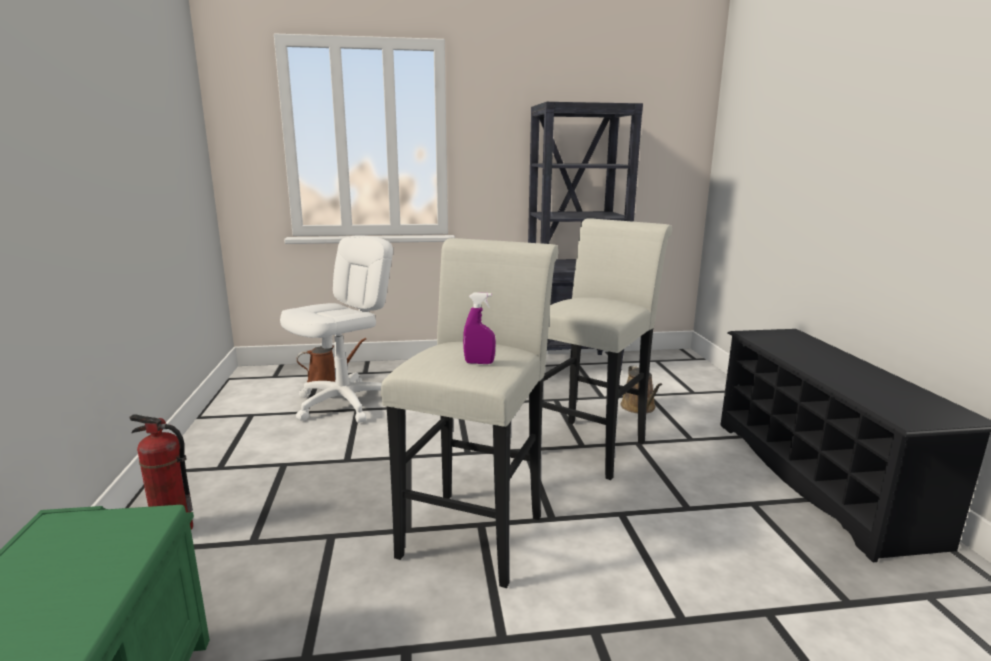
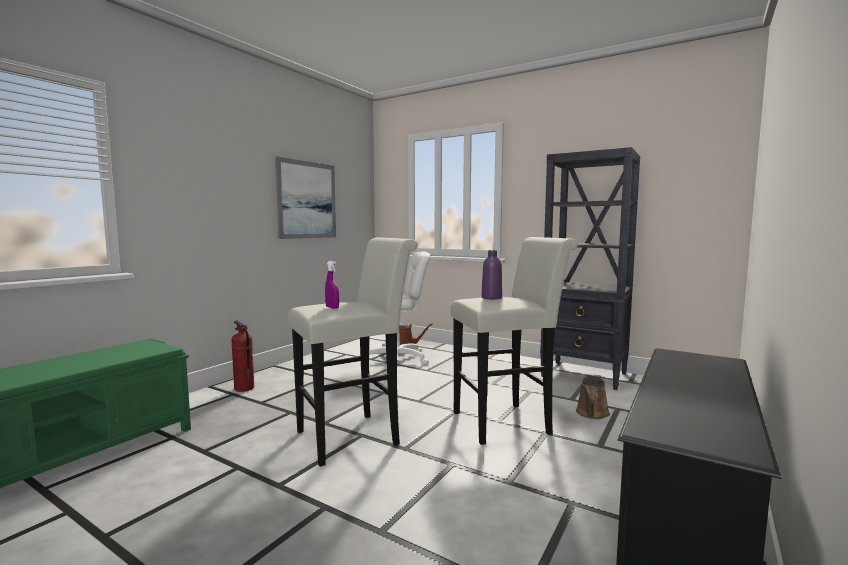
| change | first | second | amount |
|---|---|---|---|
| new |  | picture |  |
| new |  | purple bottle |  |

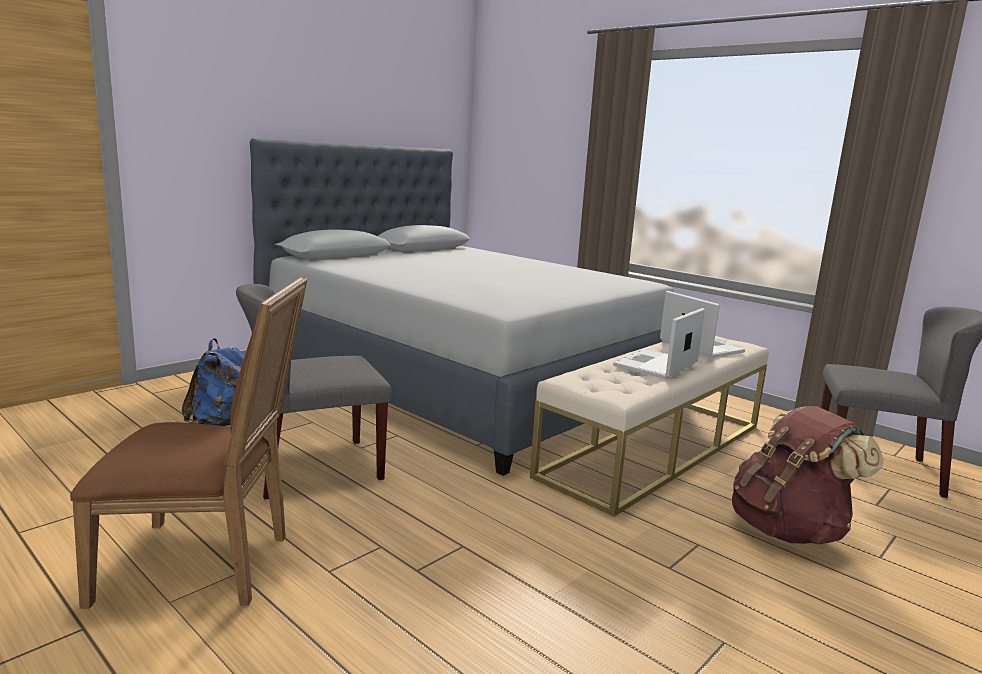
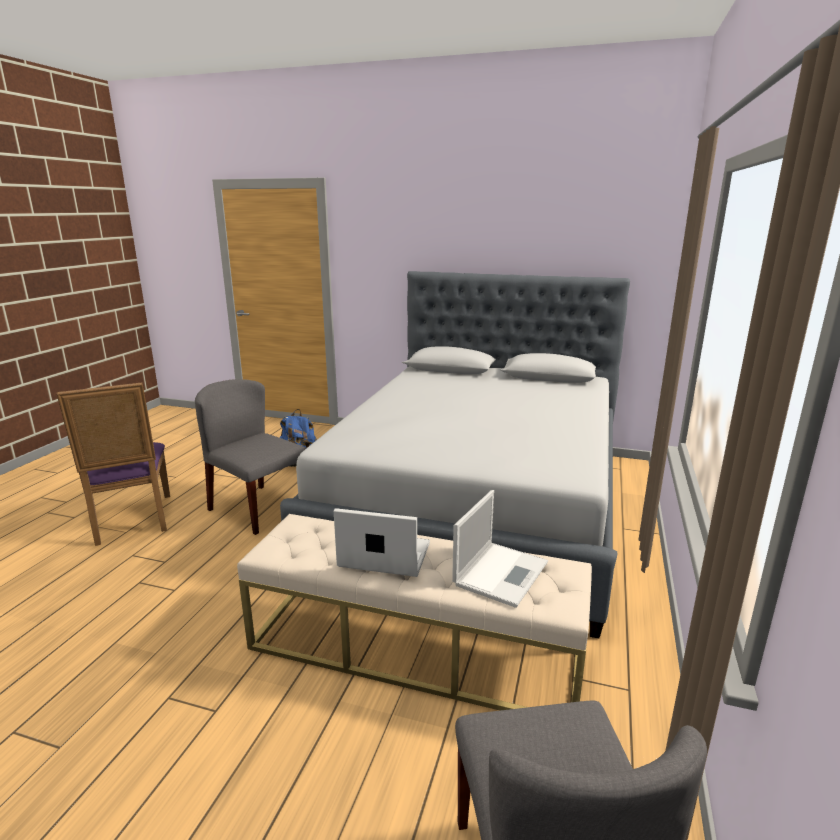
| change | first | second | amount |
|---|---|---|---|
| repainted | brown chair | purple chair |  |
| gone | brown backpack |  |  |

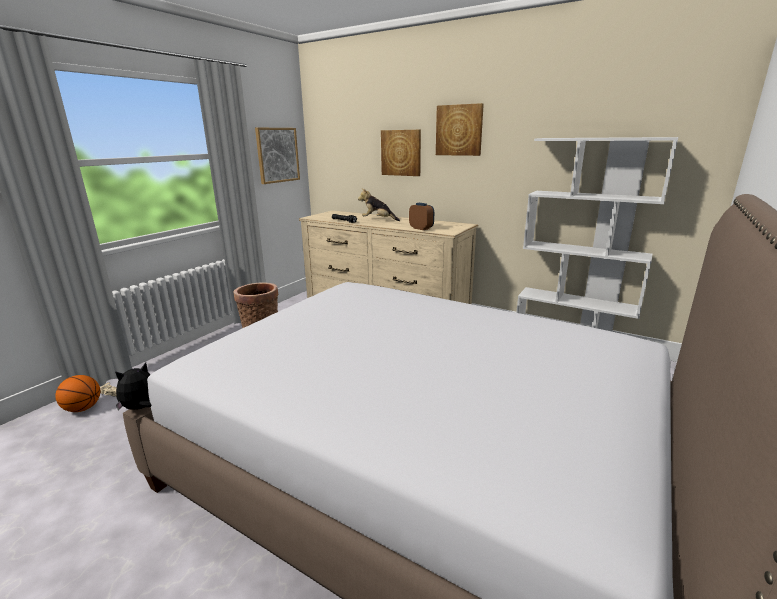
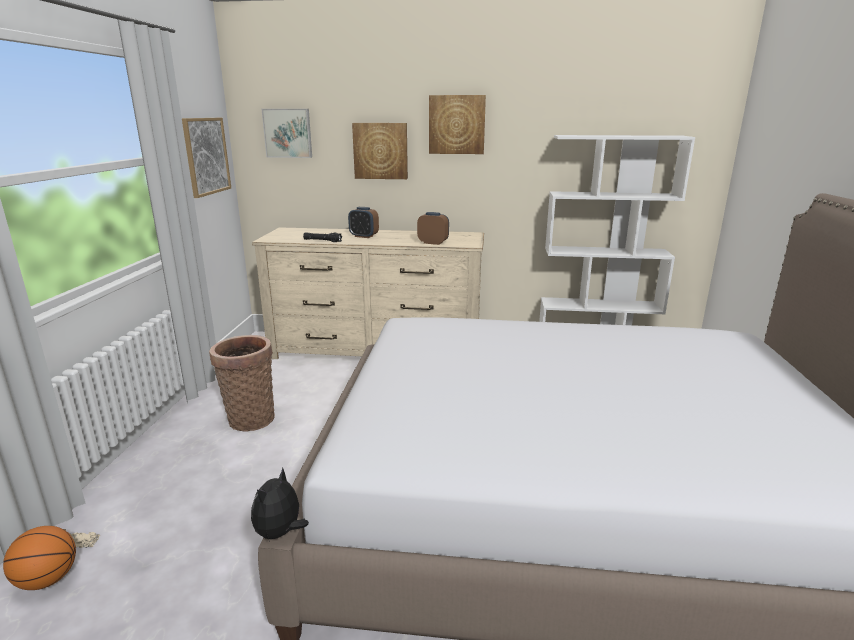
| change | first | second | amount |
|---|---|---|---|
| new |  | picture (no. 2 from left) |  |
| swapped | plush toy (no. 2 from left) | alarm clock (no. 1 from left) |  |

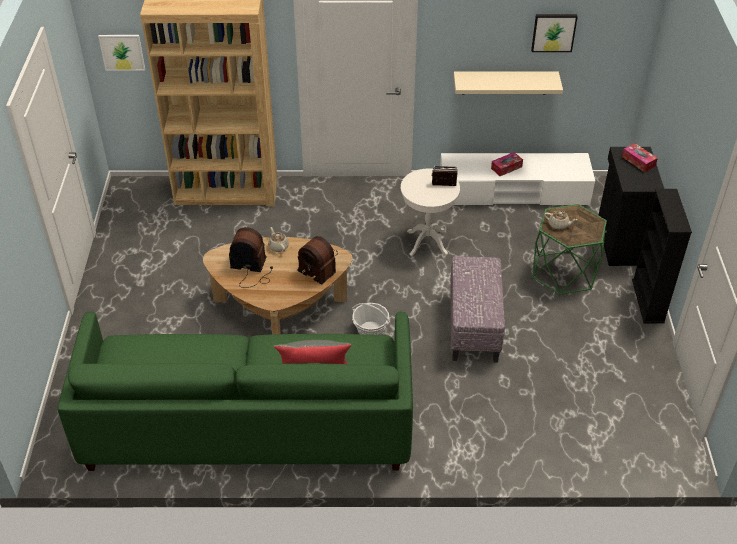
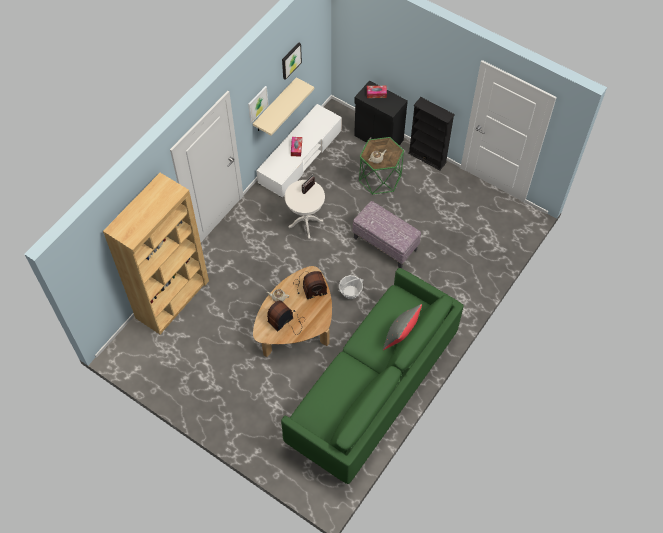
| change | first | second | amount |
|---|---|---|---|
| shifted | picture (no. 1 from left) |  |  |

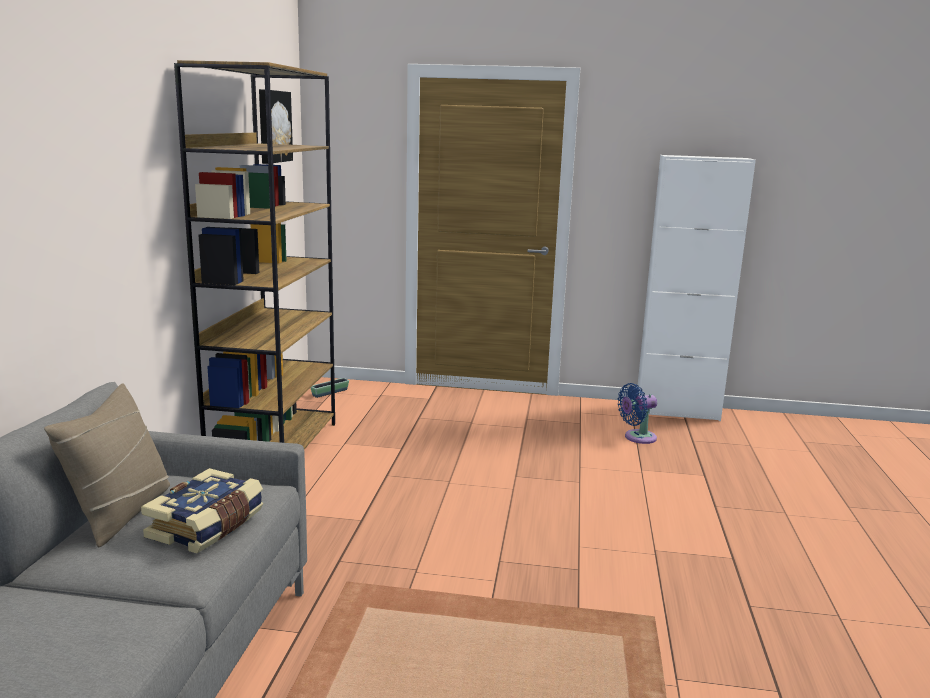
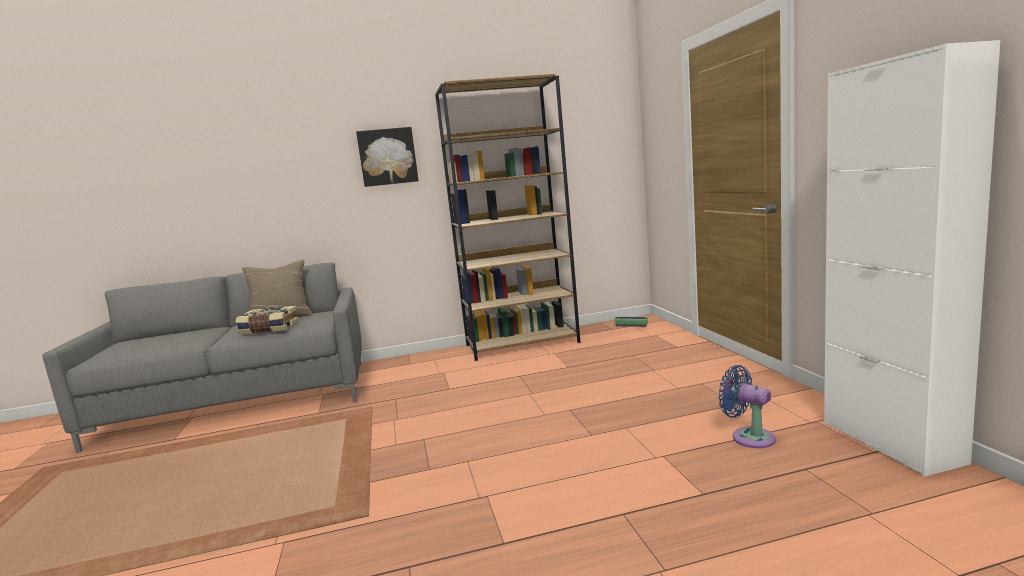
| change | first | second | amount |
|---|---|---|---|
| shifted | picture |  |  |

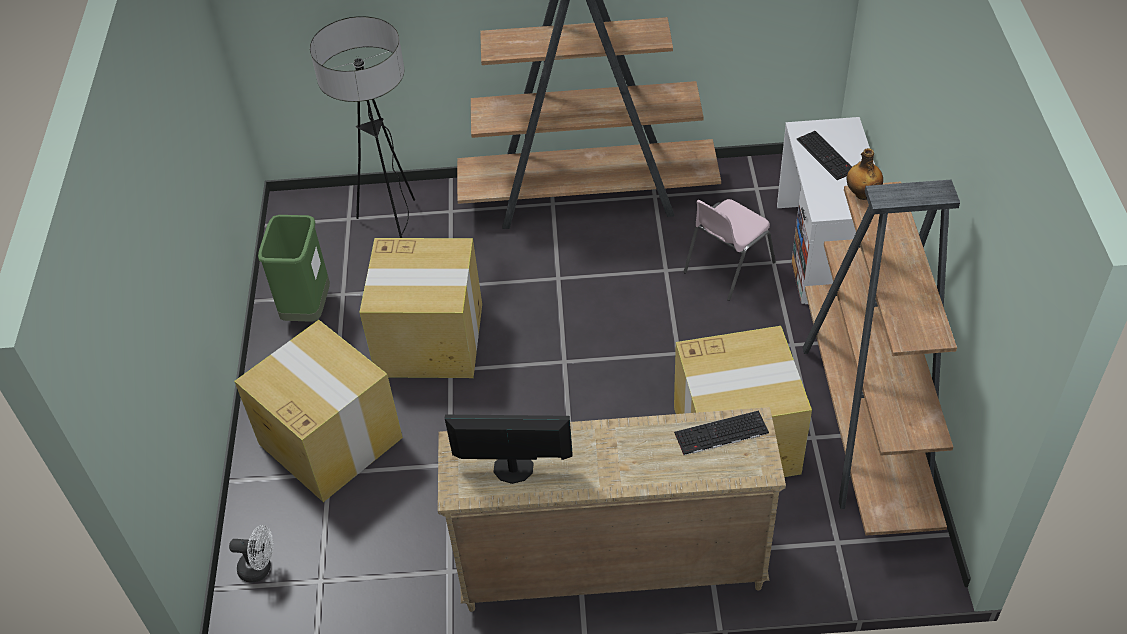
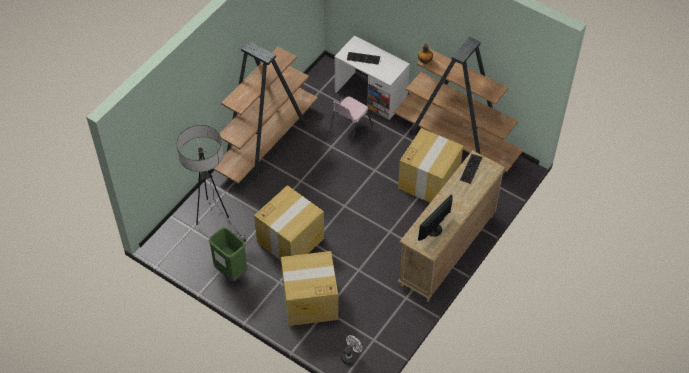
| change | first | second | amount |
|---|---|---|---|
| rotated | pink chair |  | 45 degrees clockwise |

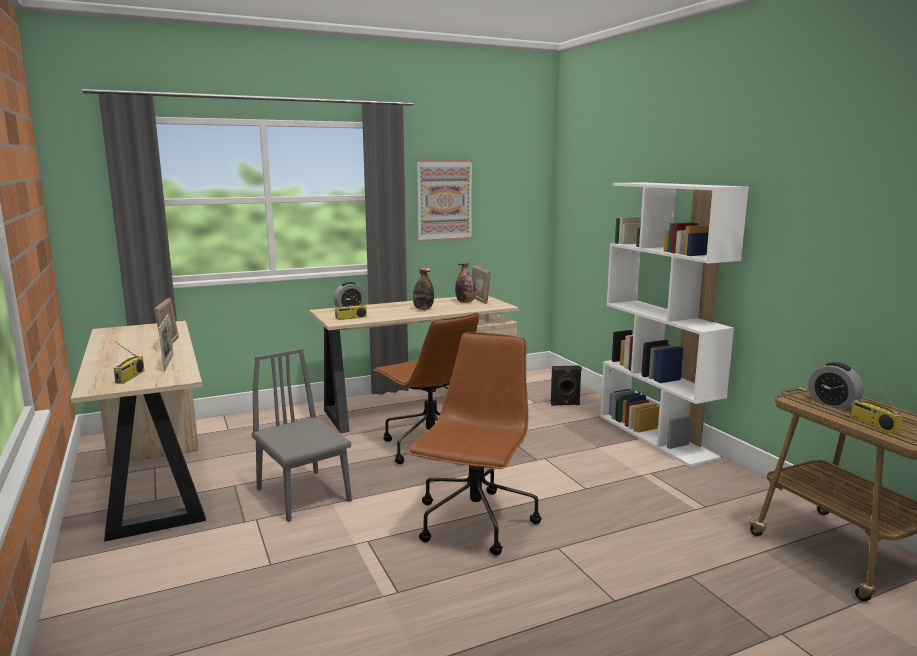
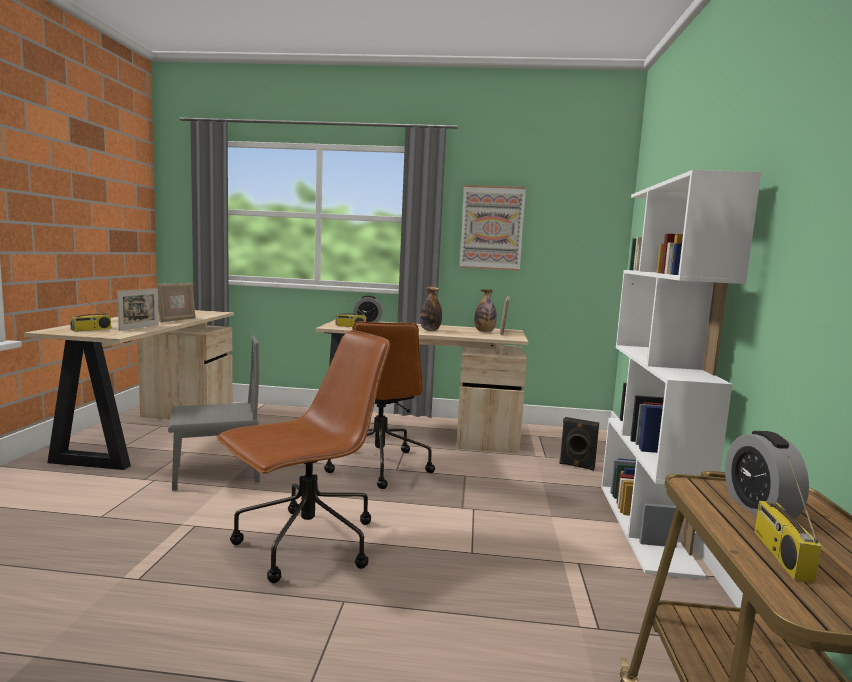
| change | first | second | amount |
|---|---|---|---|
| rotated | grey chair |  | 75 degrees clockwise |

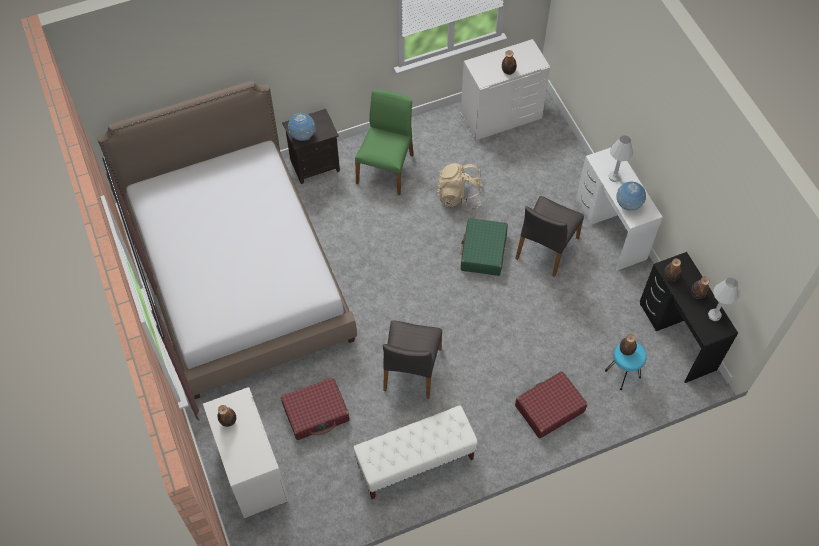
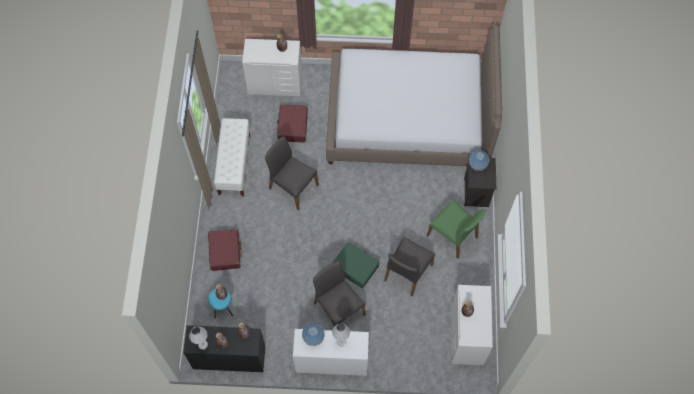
| change | first | second | amount |
|---|---|---|---|
| swapped | beige backpack | grey chair (no. 3 from left) |  |

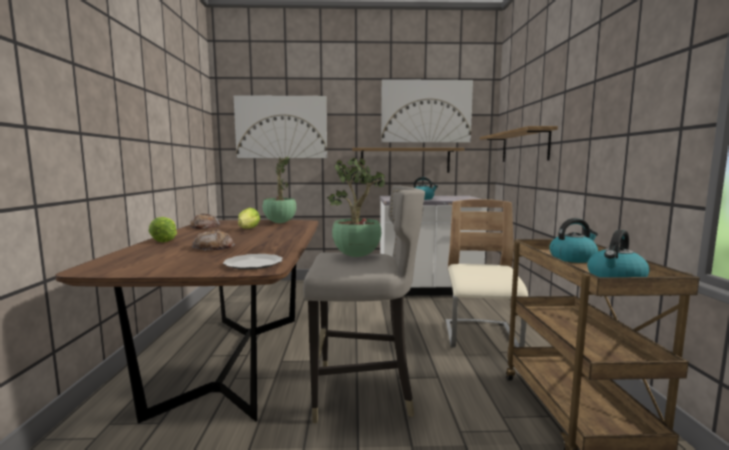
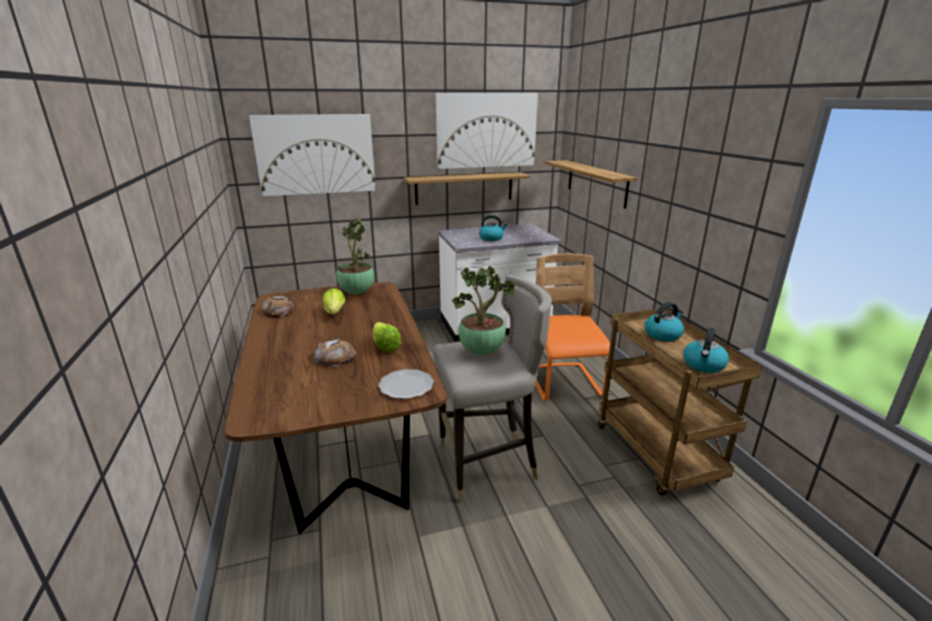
| change | first | second | amount |
|---|---|---|---|
| shifted | lettuce (no. 1 from left in the first image) | lettuce (no. 2 from left) |  |
| repainted | beige chair | orange chair |  |

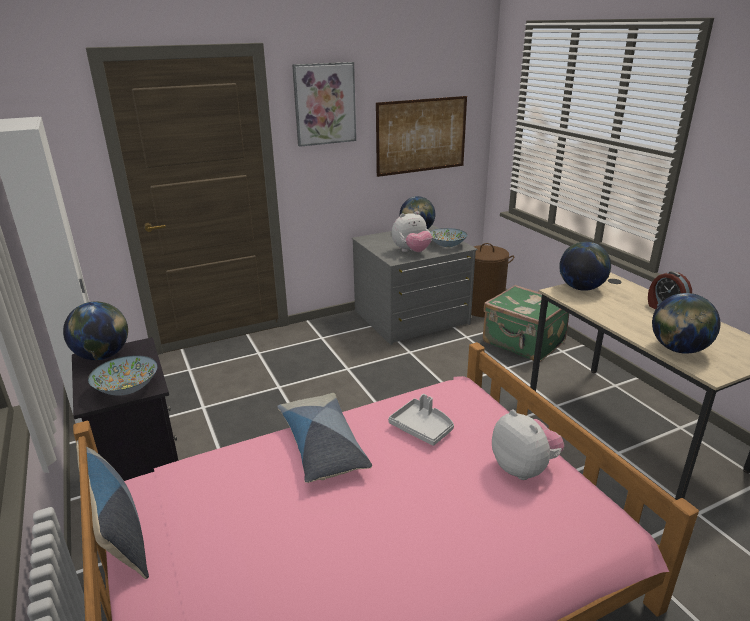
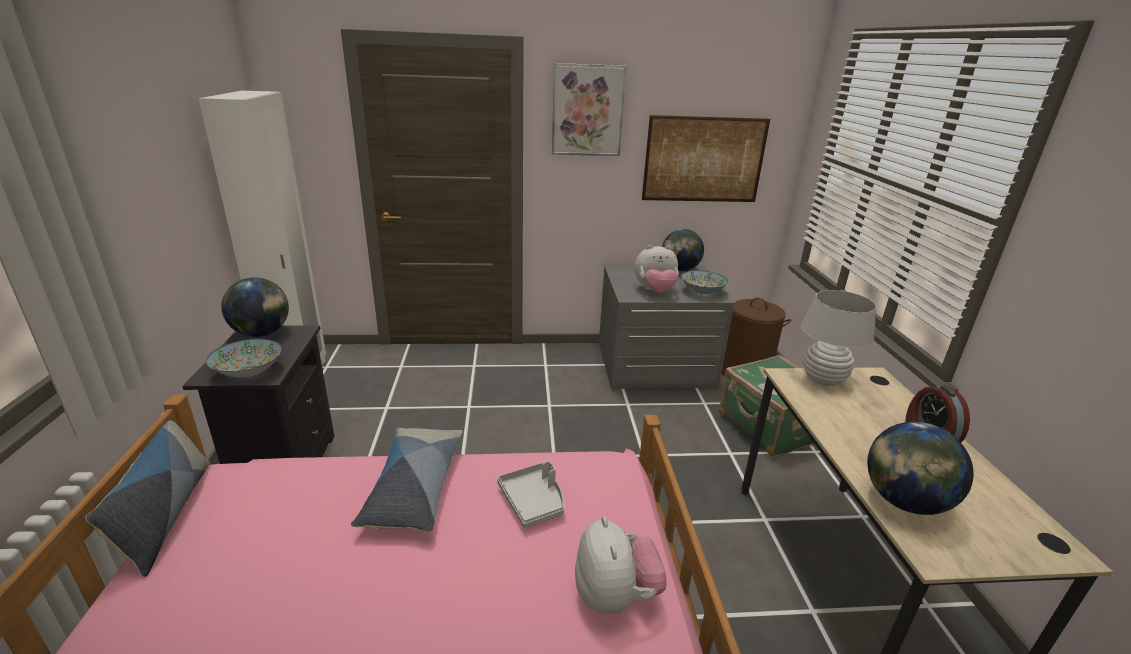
| change | first | second | amount |
|---|---|---|---|
| swapped | globe (no. 3 from left) | white table lamp |  |

